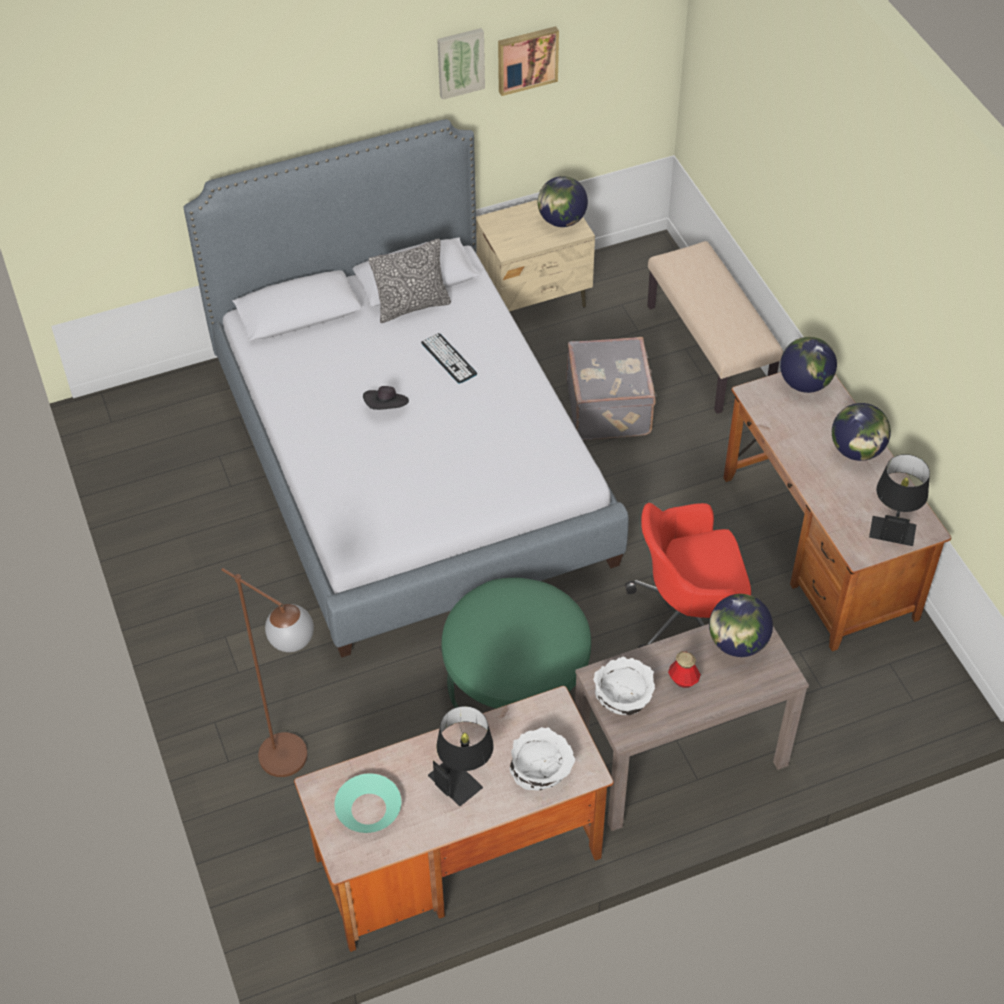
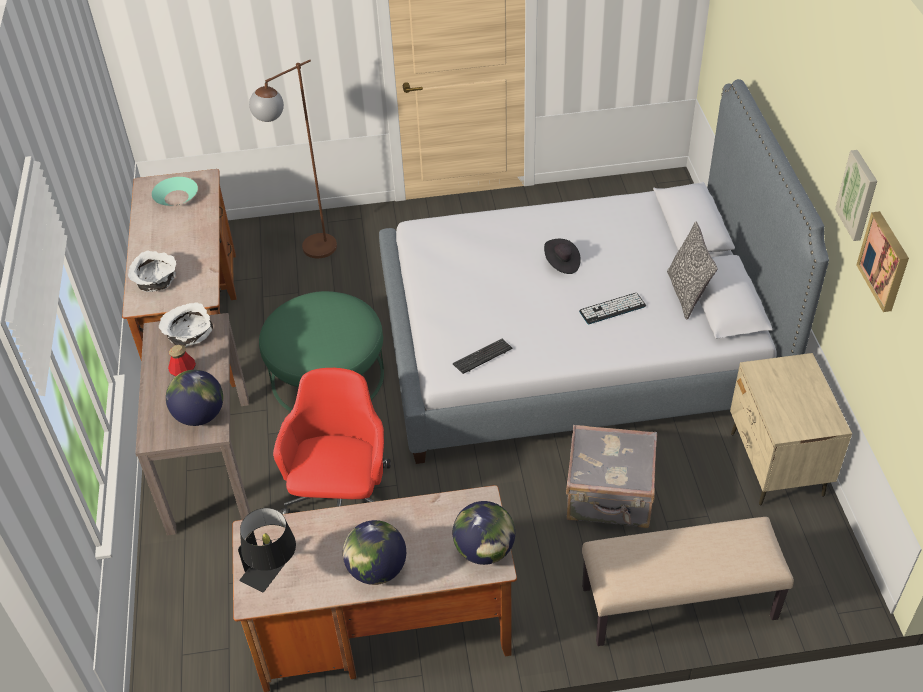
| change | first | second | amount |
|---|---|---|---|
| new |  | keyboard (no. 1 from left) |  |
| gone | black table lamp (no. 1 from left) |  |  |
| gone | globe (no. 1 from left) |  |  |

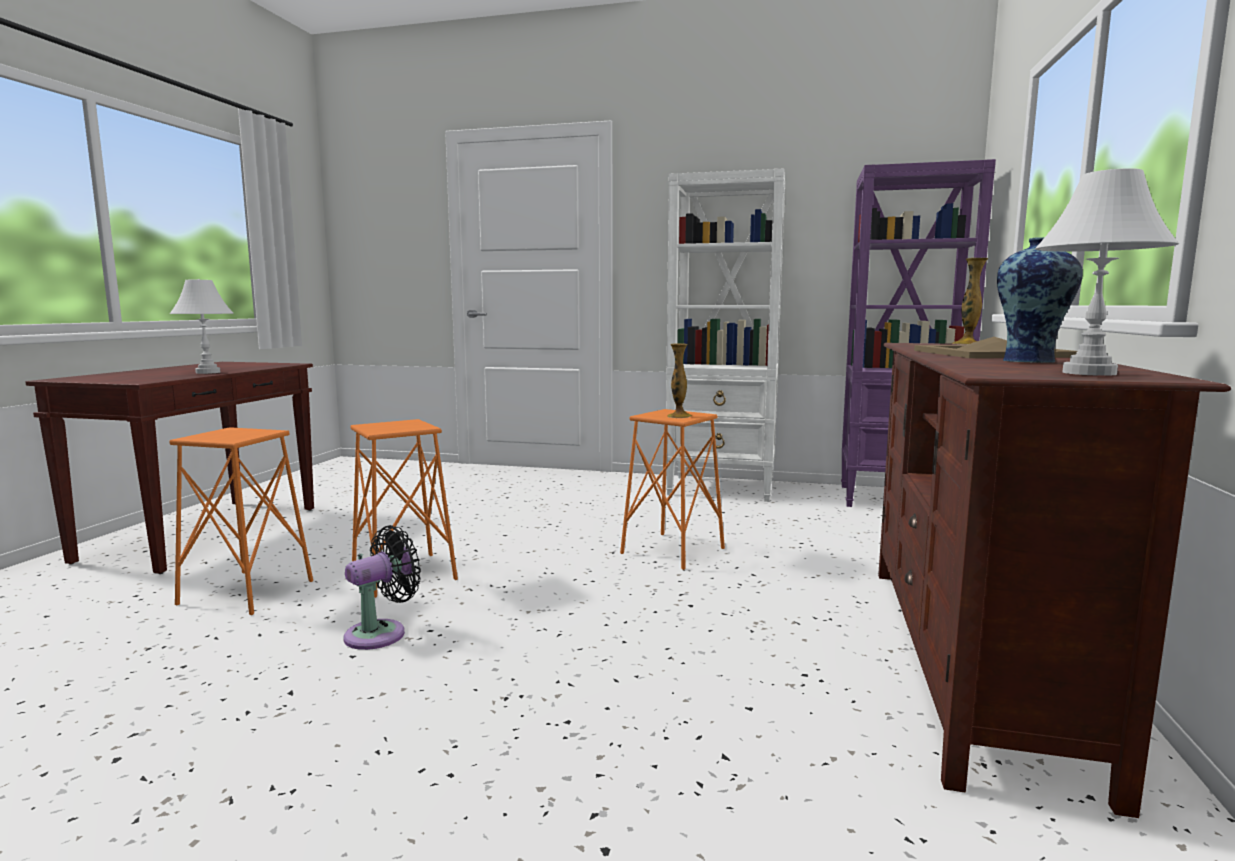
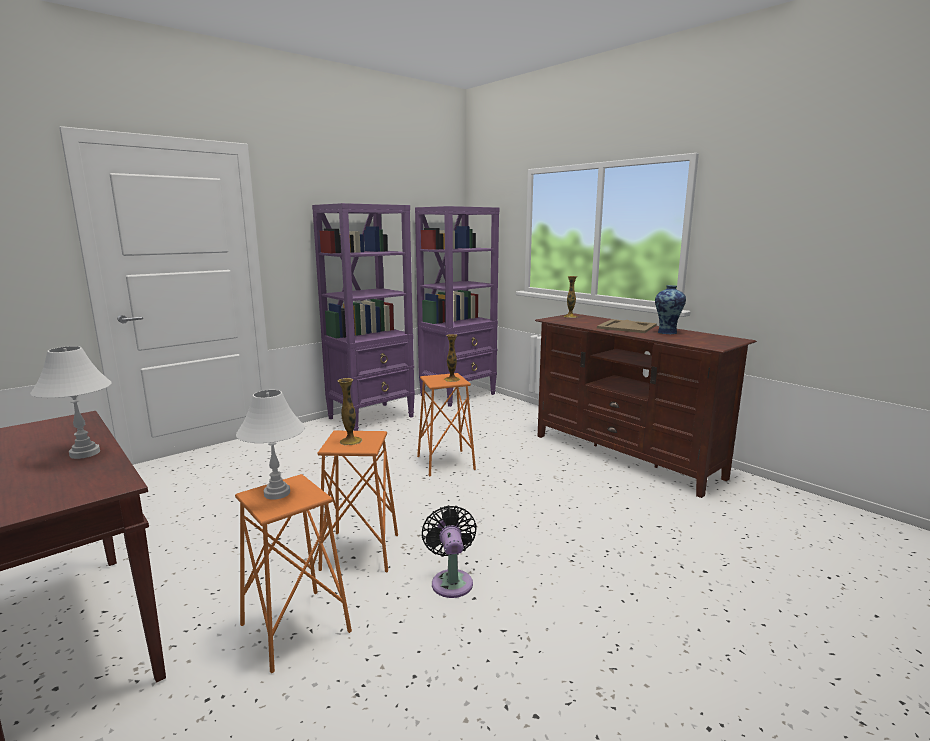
| change | first | second | amount |
|---|---|---|---|
| shifted | white table lamp (no. 2 from left) |  |  |
| repainted | white bookcase | purple bookcase (no. 1 from left) |  |
| new |  | vase (no. 1 from left) |  |

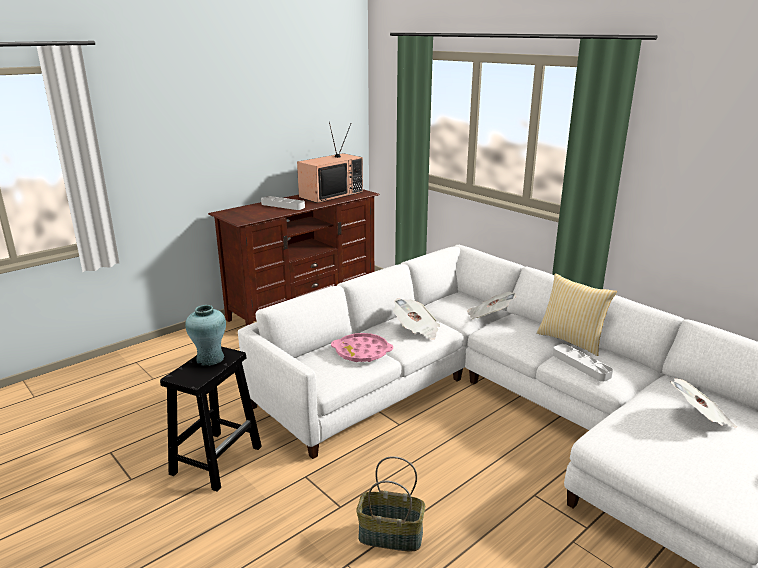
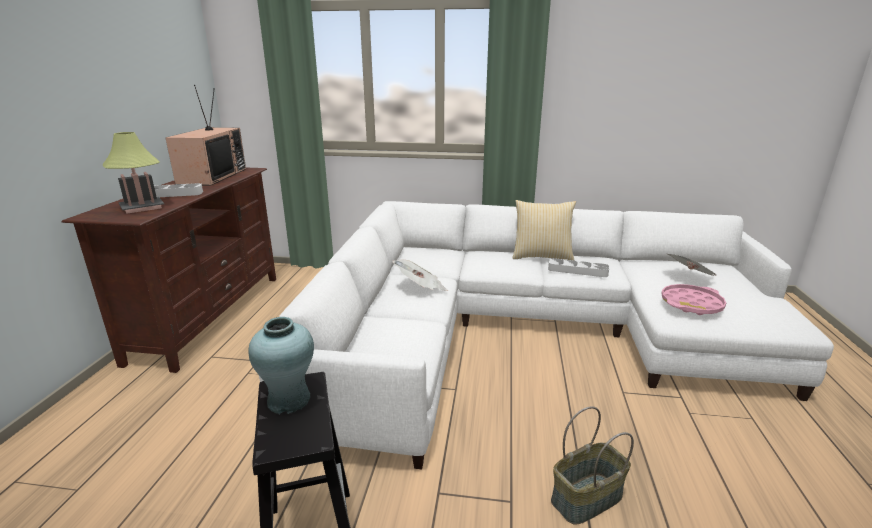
| change | first | second | amount |
|---|---|---|---|
| new |  | table lamp |  |
| shifted | pink tray |  |  |
| gone | newspaper (no. 2 from left) |  |  |

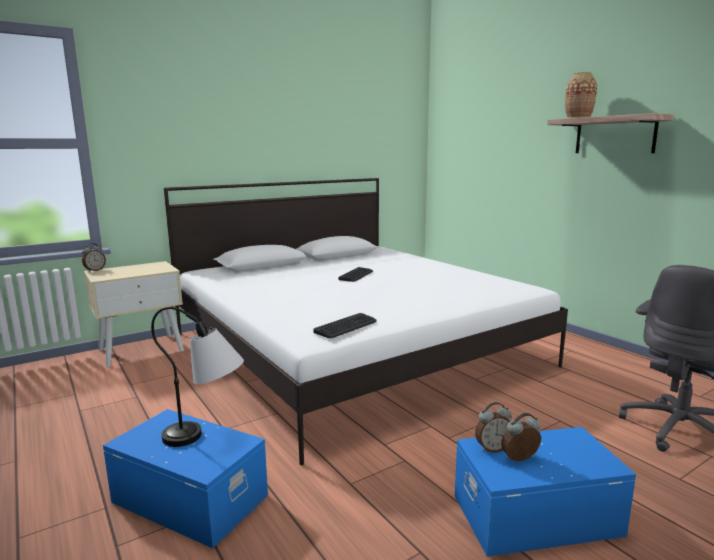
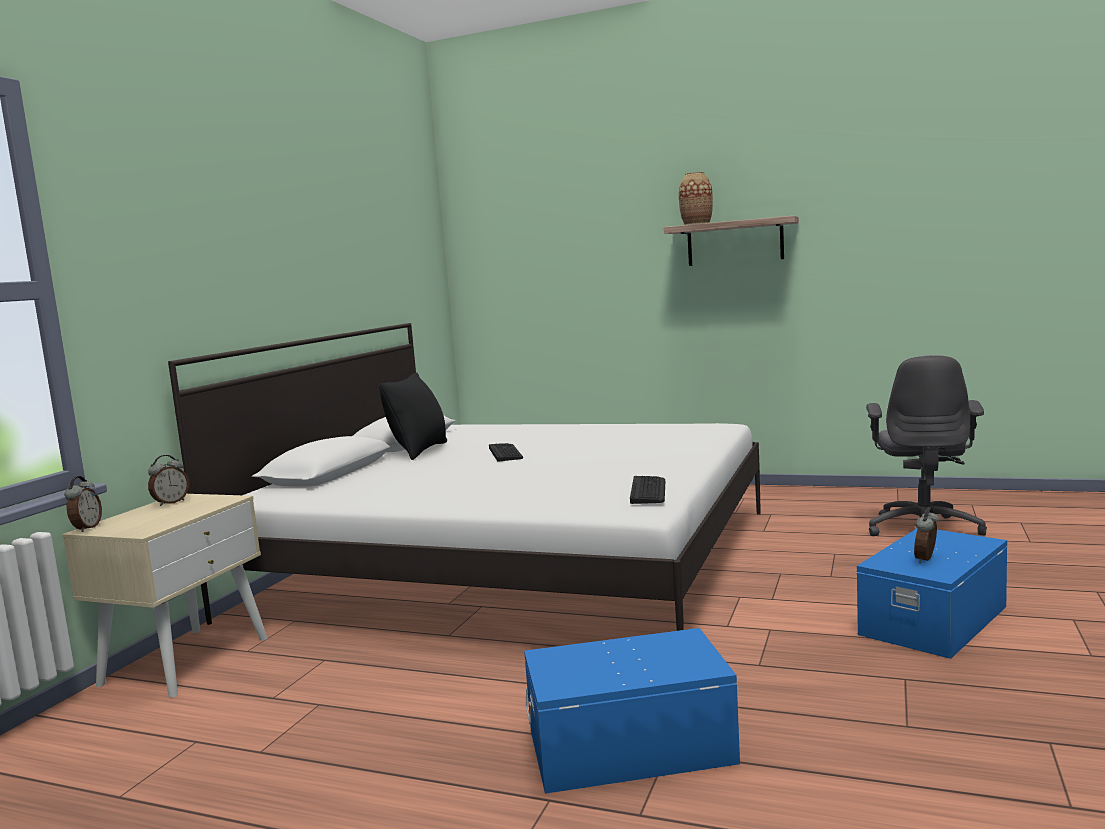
| change | first | second | amount |
|---|---|---|---|
| shifted | alarm clock (no. 2 from left) |  |  |
| new |  | black pillow |  |
| gone | table lamp |  |  |

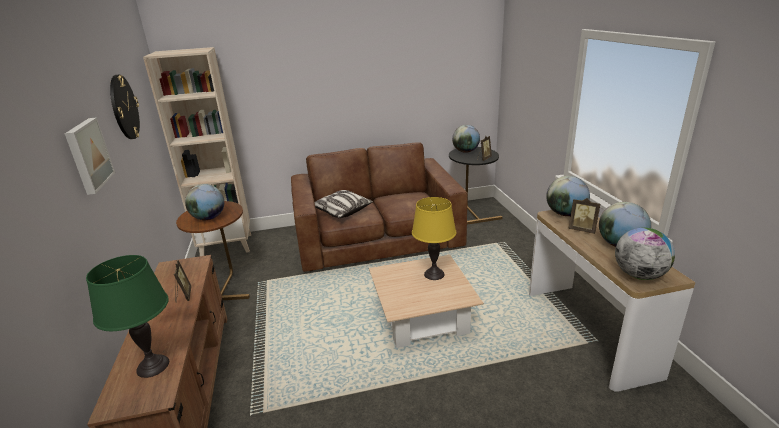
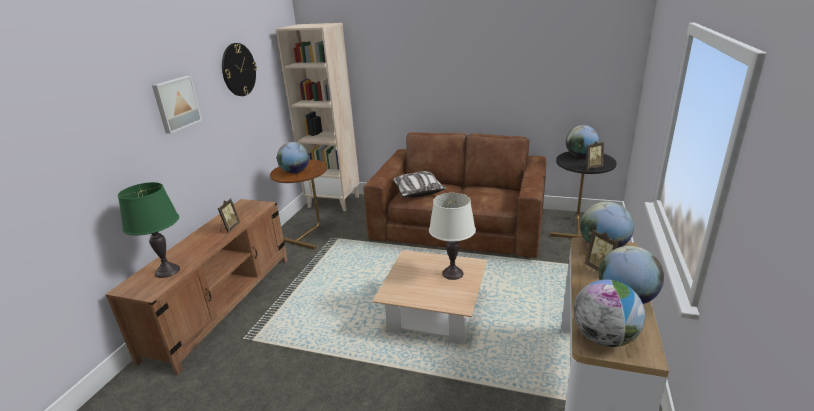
| change | first | second | amount |
|---|---|---|---|
| repainted | yellow table lamp | white table lamp |  |

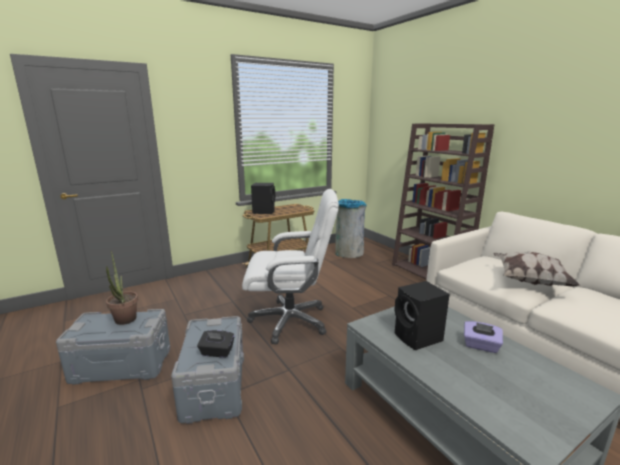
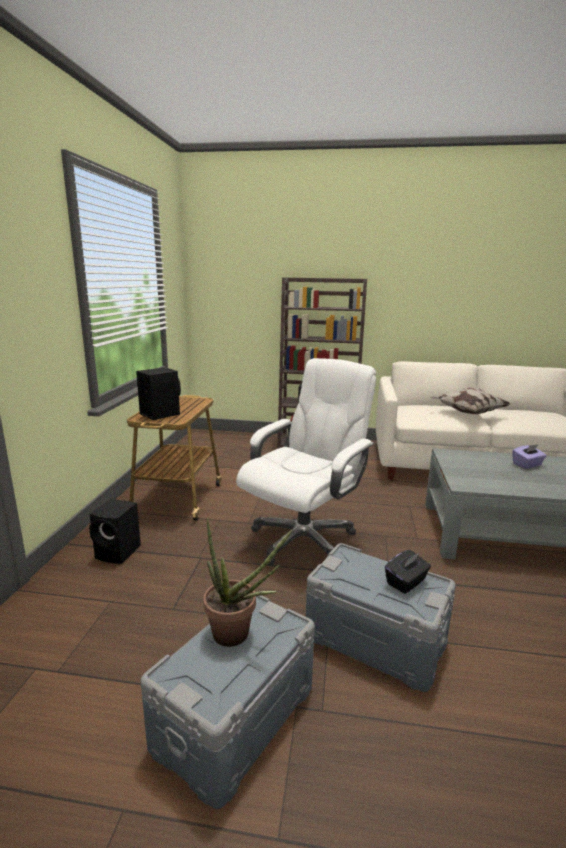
| change | first | second | amount |
|---|---|---|---|
| shifted | black speaker (no. 2 from left in the first image) | black speaker (no. 1 from left) |  |
| gone | grey trash can |  |  |

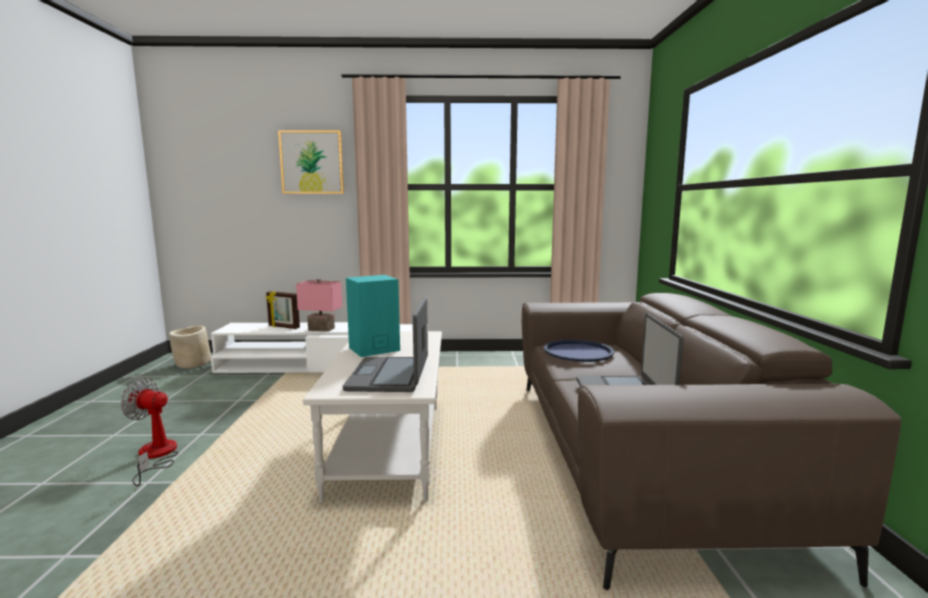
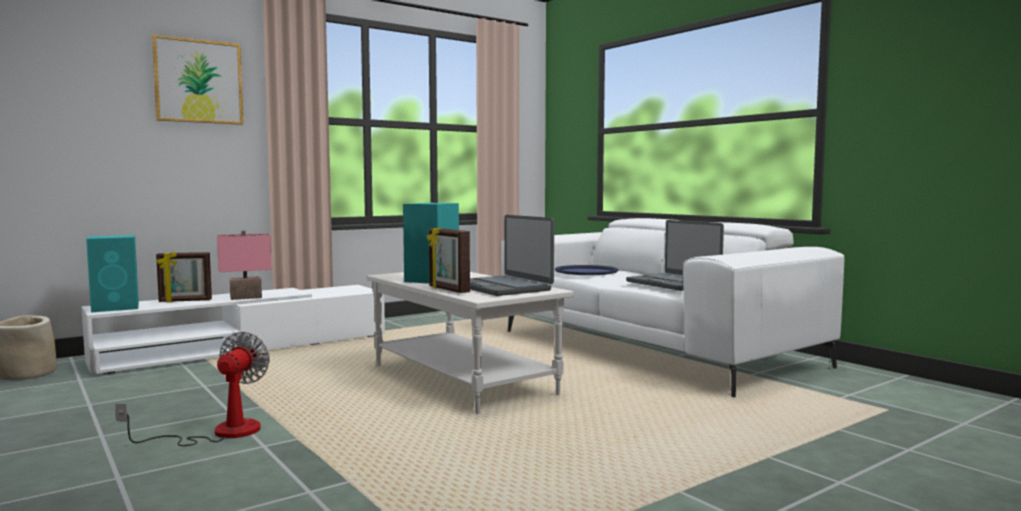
| change | first | second | amount |
|---|---|---|---|
| new |  | turquoise speaker (no. 1 from left) |  |
| rotated | fan |  | 120 degrees clockwise |
| new |  | picture frame (no. 2 from left) |  |
| repainted | brown sofa | white sofa |  |

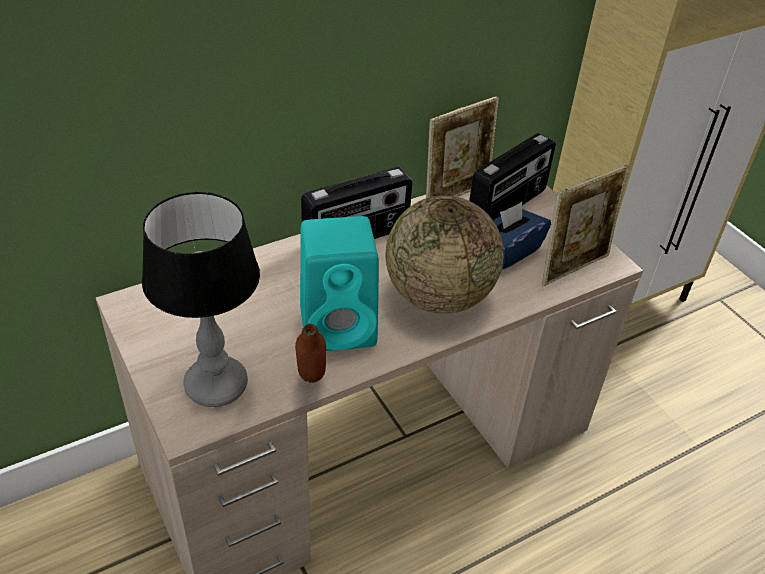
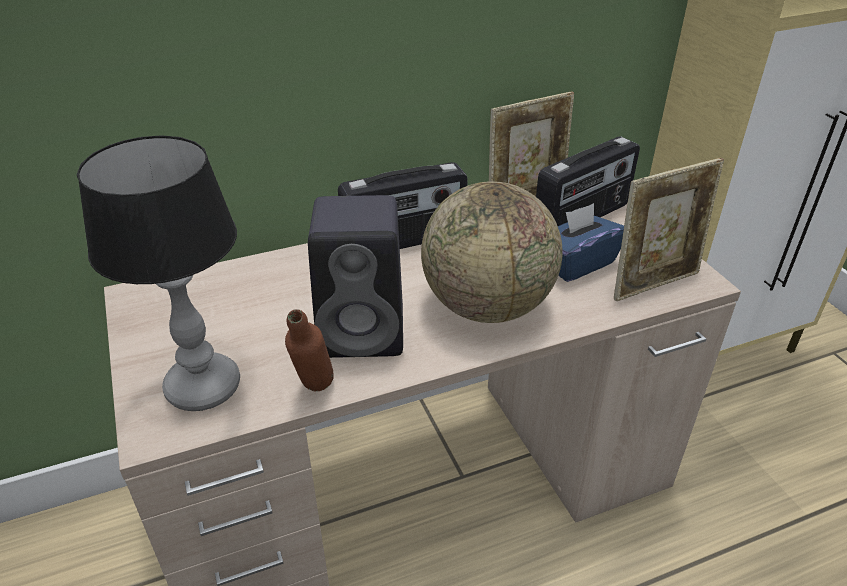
| change | first | second | amount |
|---|---|---|---|
| repainted | turquoise speaker | black speaker |  |

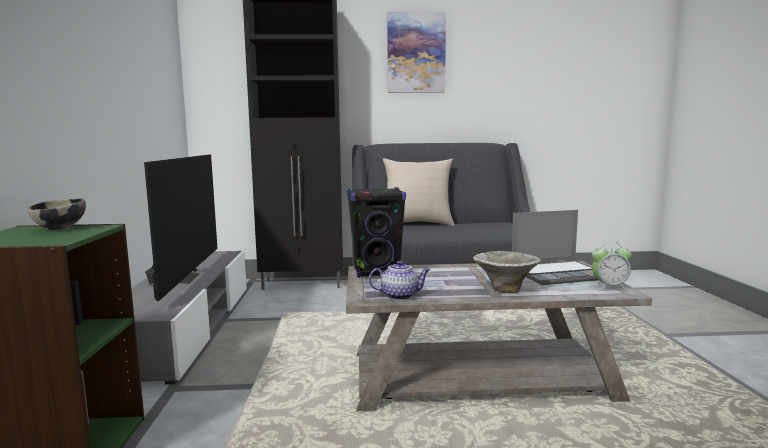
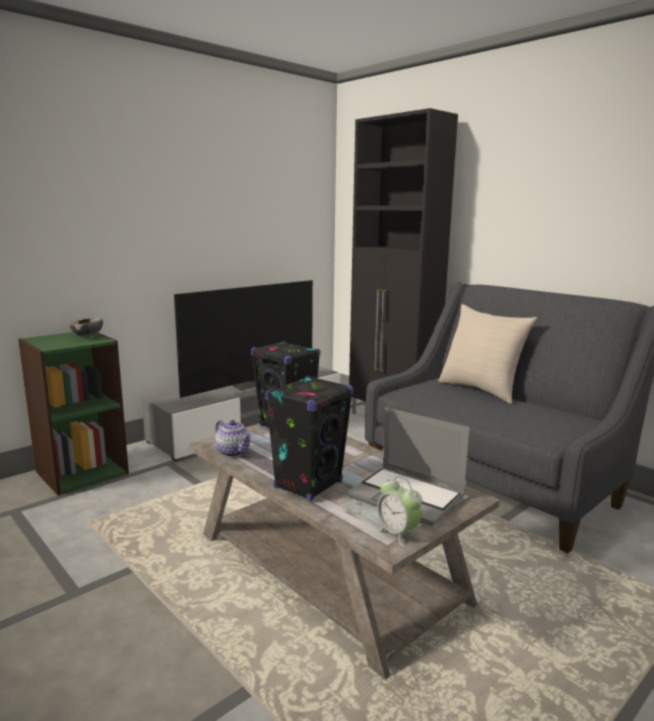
| change | first | second | amount |
|---|---|---|---|
| swapped | bowl (no. 2 from left) | black speaker (no. 2 from left) |  |
| gone | picture |  |  |

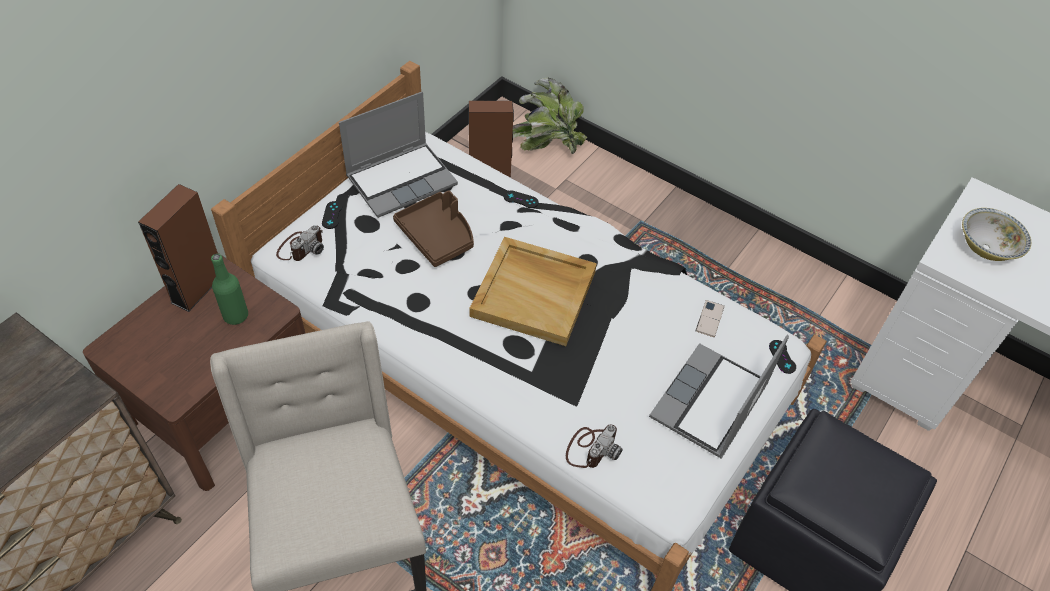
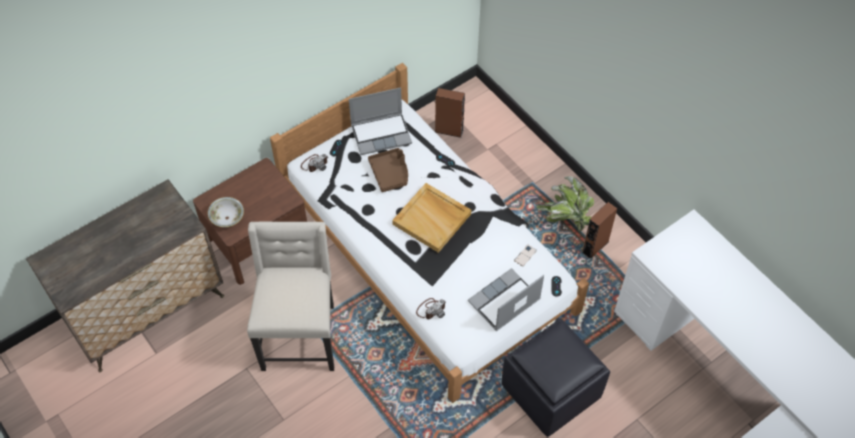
| change | first | second | amount |
|---|---|---|---|
| shifted | bowl |  |  |
| shifted | potted plant |  |  |
| shifted | brown speaker (no. 1 from left in the first image) | brown speaker (no. 2 from left) |  |
| gone | green bottle |  |  |

